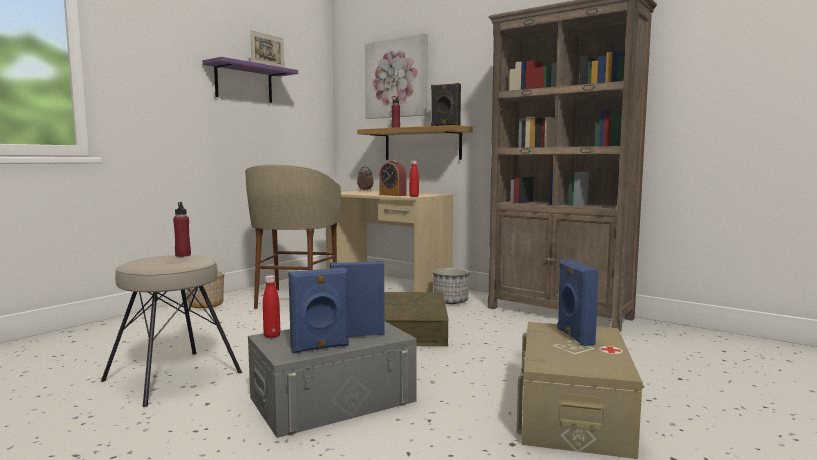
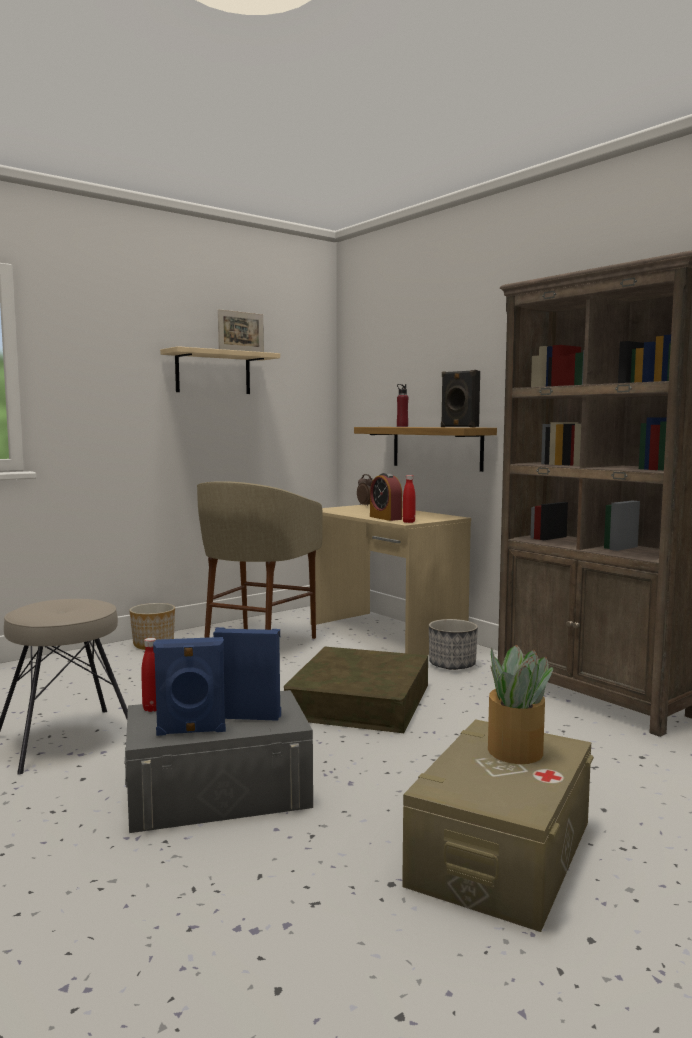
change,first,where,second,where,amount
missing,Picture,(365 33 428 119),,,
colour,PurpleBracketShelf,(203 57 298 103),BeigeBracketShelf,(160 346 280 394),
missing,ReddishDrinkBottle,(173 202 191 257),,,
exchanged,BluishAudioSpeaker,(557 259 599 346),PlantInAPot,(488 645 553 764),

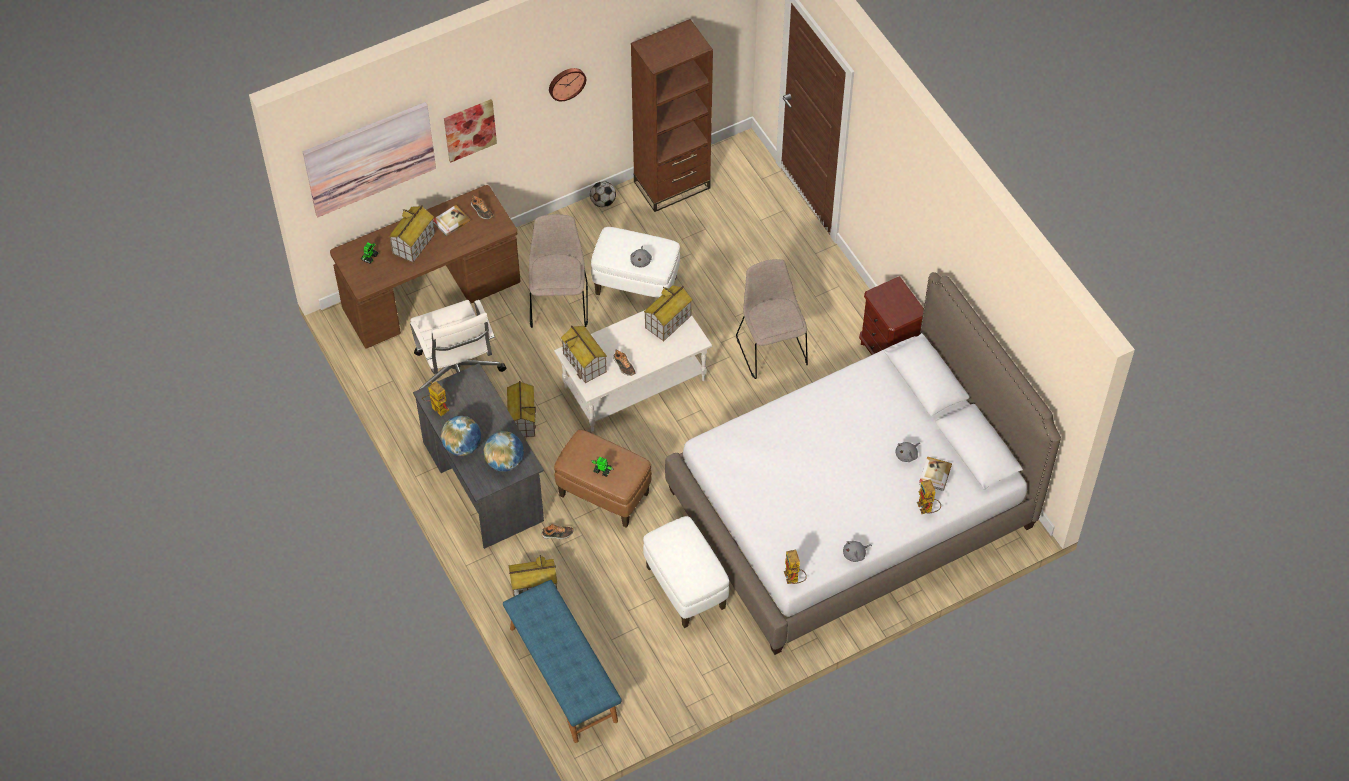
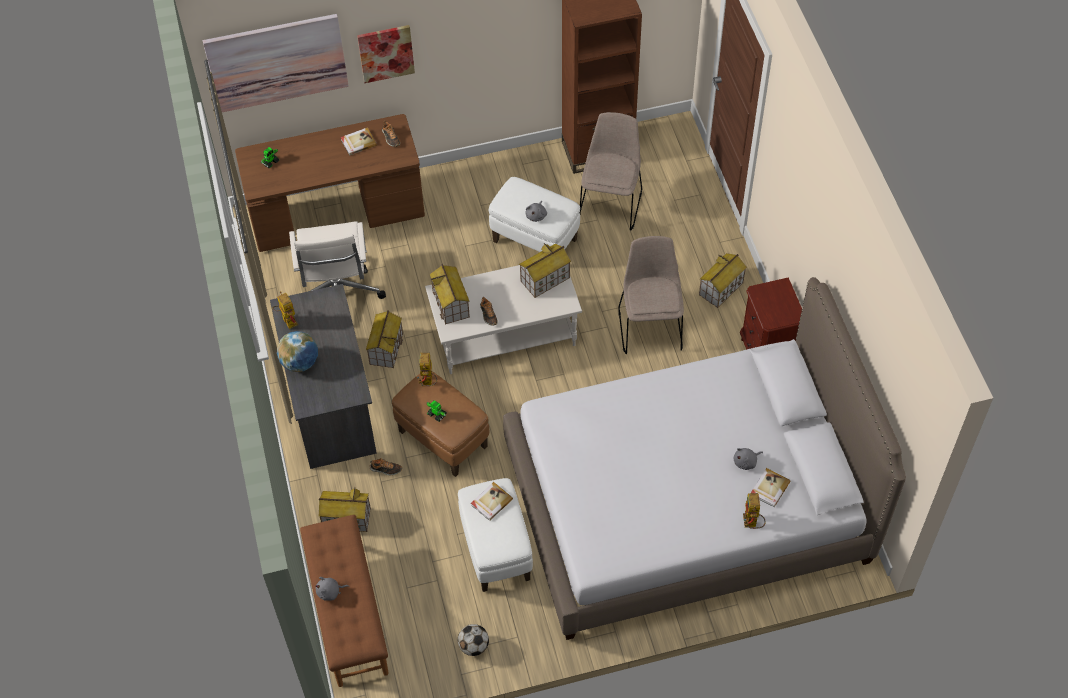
change,first,where,second,where,amount
missing,HangingClock,(549 68 586 101),,,
relocated,Football,(590 181 616 207),,(458 624 489 656),
relocated,ModelHouse,(389 205 435 263),,(699 253 747 308),
relocated,BeigePlainChair,(529 214 588 328),,(580 112 642 231),
missing,Globe,(483 431 524 472),,,
relocated,GreyishPlushToy,(843 541 872 562),,(315 577 350 601),
relocated,ModelRobot,(784 550 807 584),,(417 353 437 386),
colour,BluishBench,(503 580 622 743),BrownColouredBench,(300 515 389 687),
appeared,,,Book,(471 482 513 521),

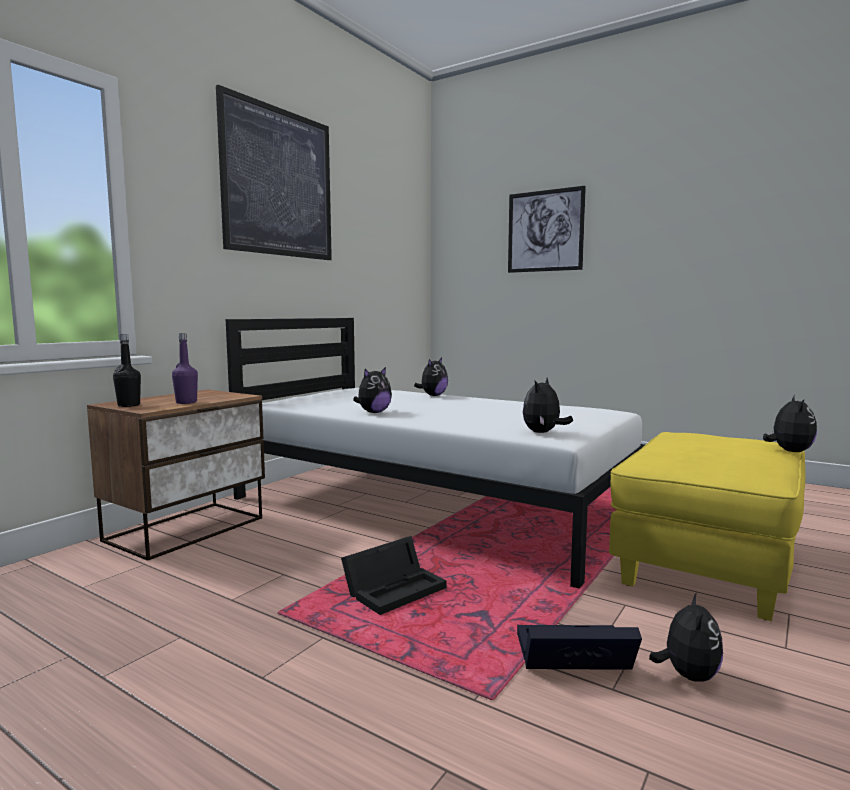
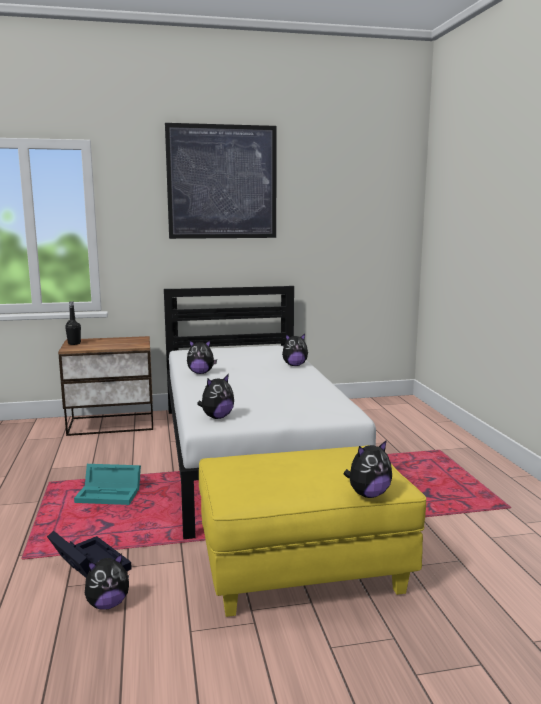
change,first,where,second,where,amount
missing,Picture,(508 186 586 273),,,
missing,PurpleDrinkBottle,(172 333 198 404),,,
spun,PlushToy,(523 378 573 433),,(197 374 234 419),150 degrees clockwise
colour,BlackishStorageBox,(341 536 447 615),BlueGreenStorageBox,(74 464 141 505),

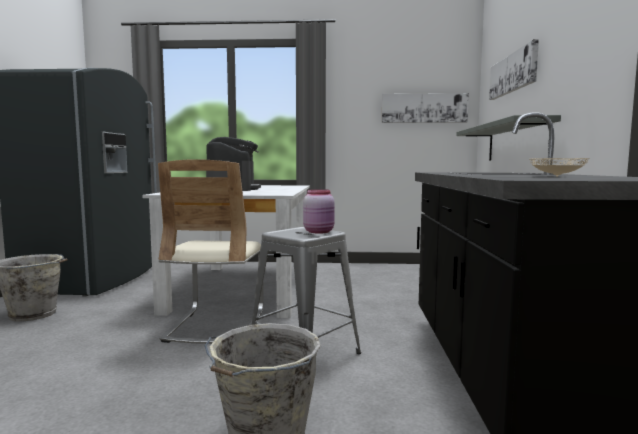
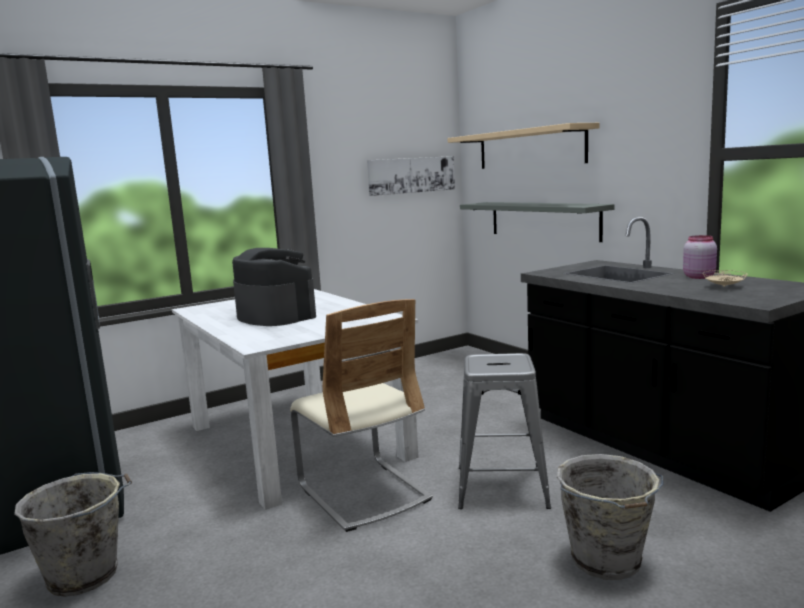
change,first,where,second,where,amount
exchanged,Picture,(489 39 539 100),BeigeBracketShelf,(448 123 600 169),
relocated,PinkishJar,(303 189 335 234),,(683 235 717 279),

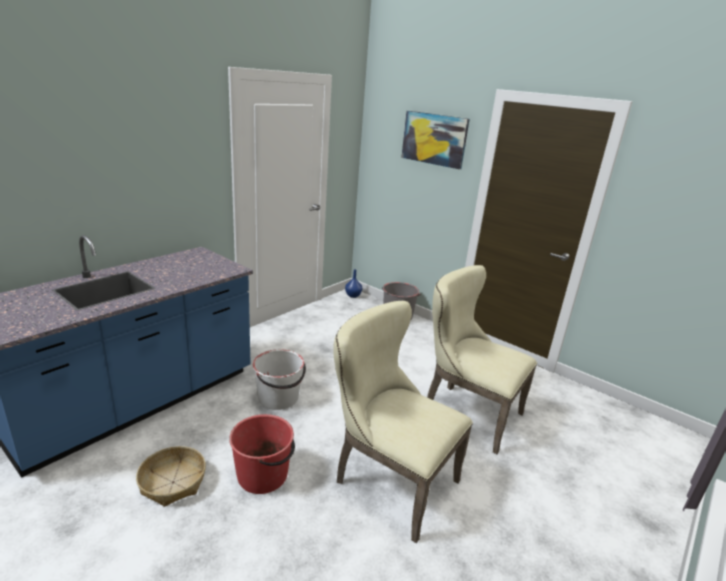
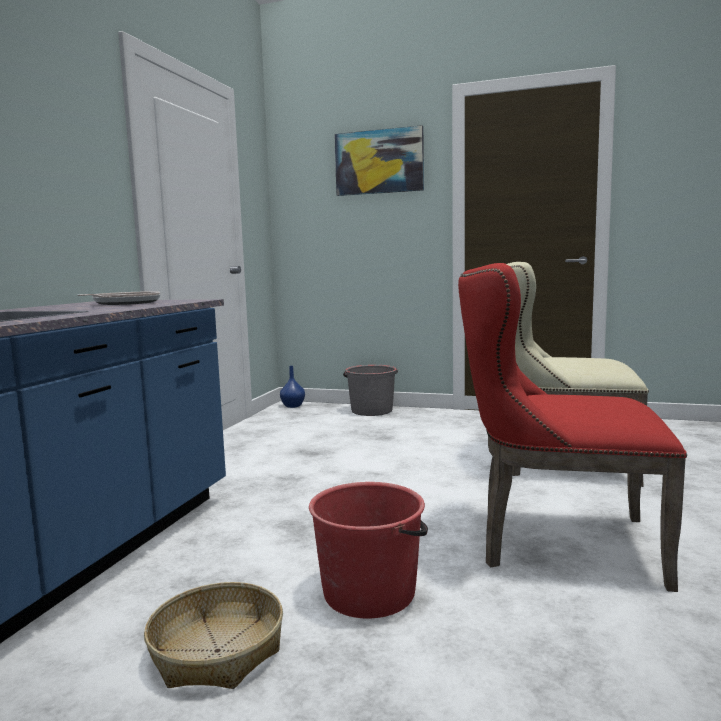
change,first,where,second,where,amount
colour,BeigePlainChair,(333 301 473 543),ReddishPlainChair,(458 263 687 592),
missing,WhitePail,(252 349 306 410),,,
appeared,,,Skillet,(77 291 161 305),

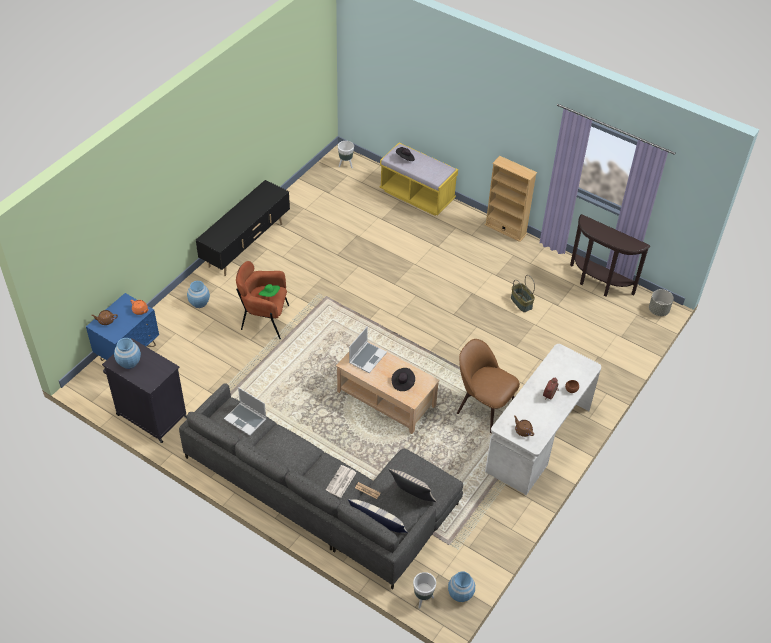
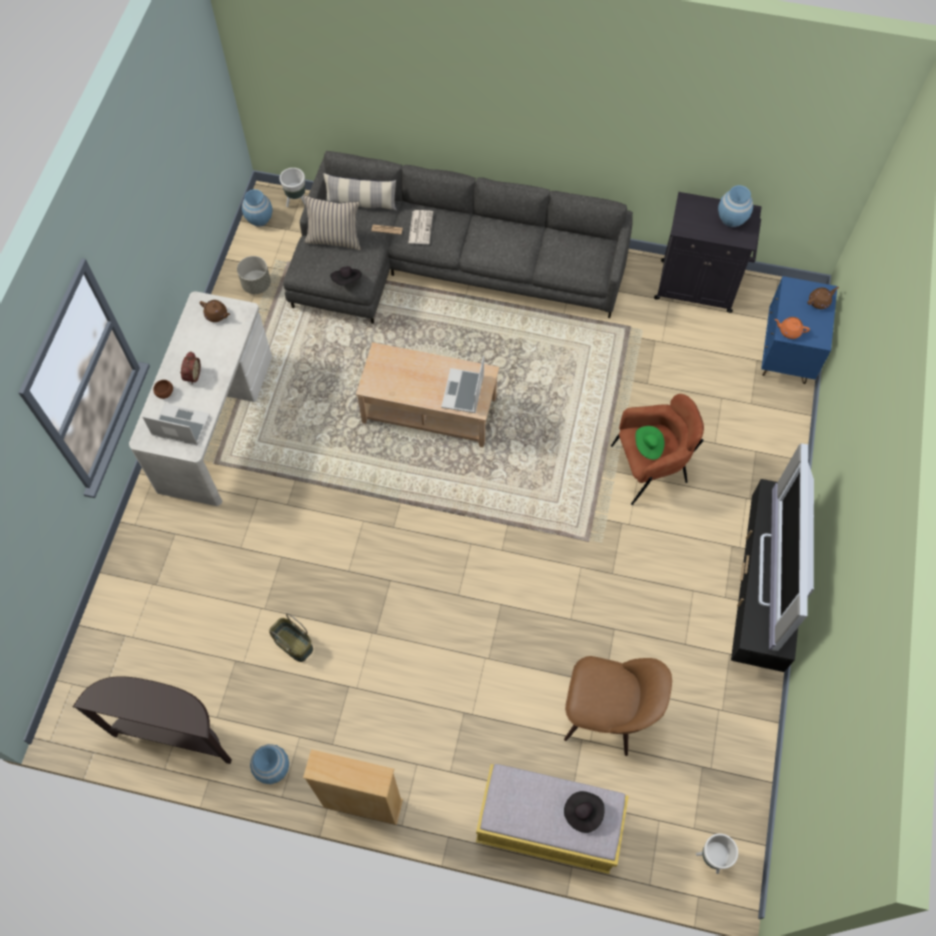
change,first,where,second,where,amount
relocated,BluishDecorativeVase,(187 281 210 308),,(250 744 289 784),
relocated,GreyishFlowerPot,(649 289 674 316),,(237 256 271 294),
relocated,BrownColouredPlainChair,(457 339 520 433),,(564 656 672 756),
relocated,BlackishWearableHat,(392 368 415 391),,(330 266 362 286),
relocated,NotebookComputer,(224 387 266 436),,(142 403 210 446),
appeared,,,Television,(759 444 814 651),

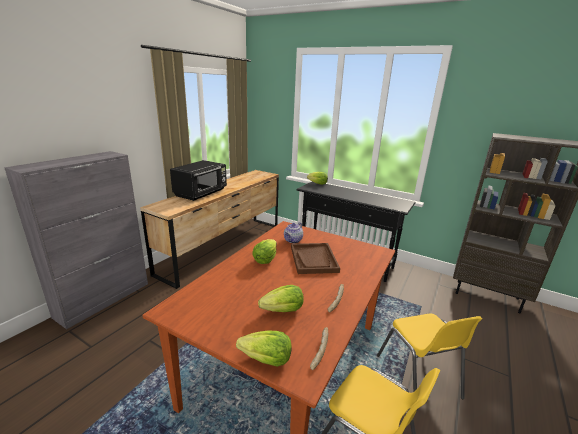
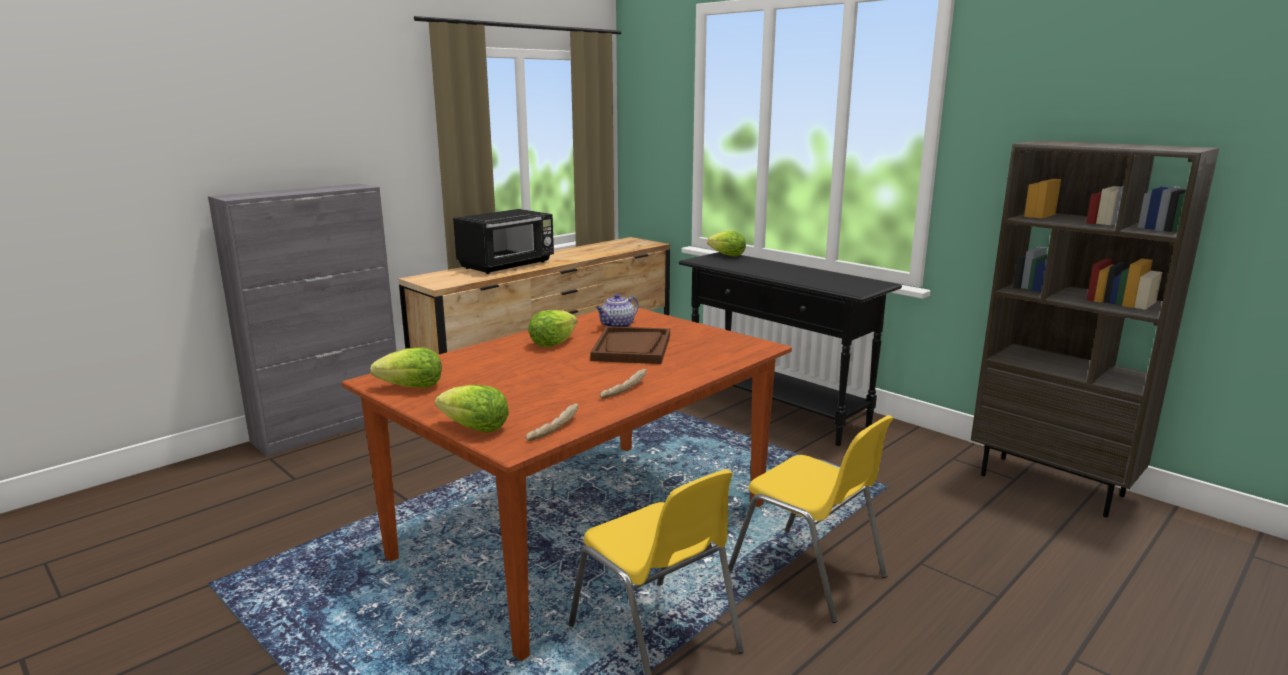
change,first,where,second,where,amount
relocated,HeadOfLettuce,(258 285 304 312),,(370 347 442 388),
spun,YellowishPlainChair,(377 314 482 411),,(728 415 893 623),45 degrees counterclockwise

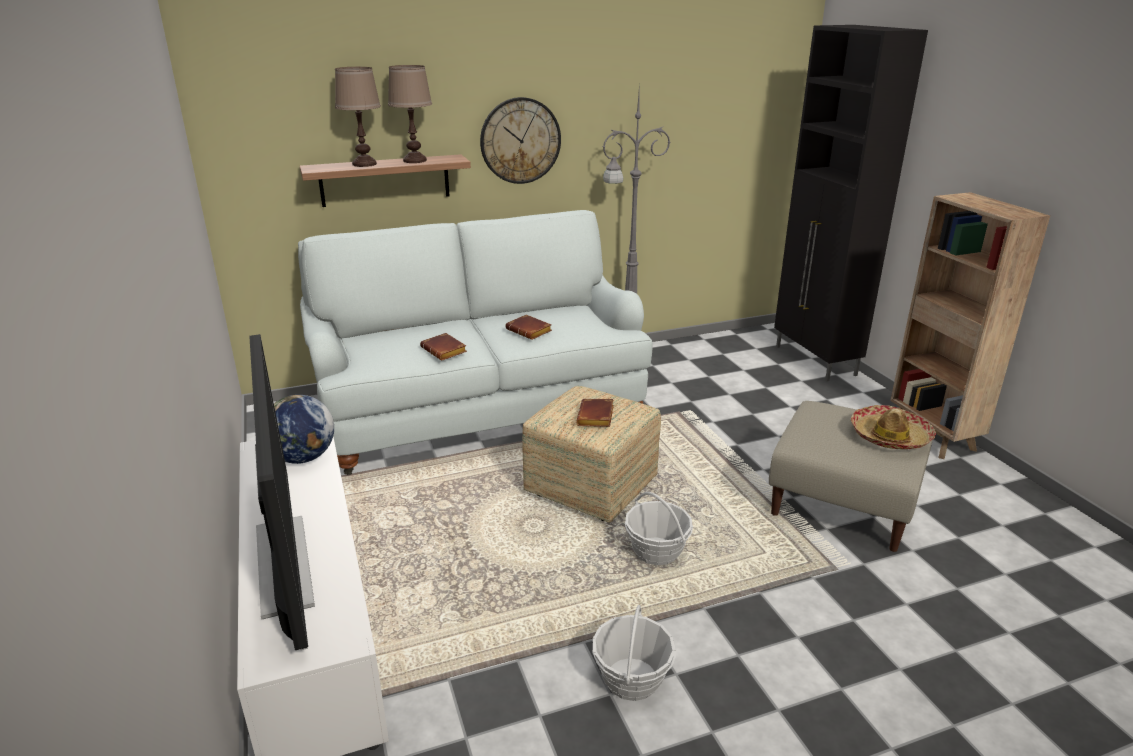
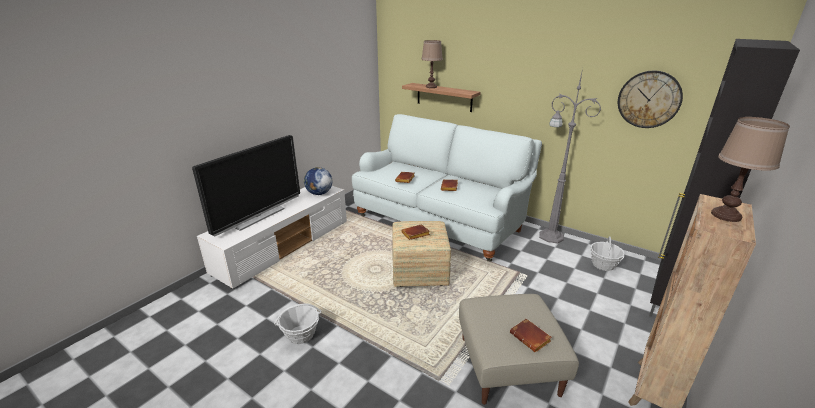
change,first,where,second,where,amount
relocated,BrownColouredTableLamp,(388 65 432 163),,(711 117 790 222),
relocated,HangingClock,(480 97 561 184),,(618 71 683 128),
exchanged,WearableHat,(851 405 936 449),BrownColouredBook,(510 318 552 352),
relocated,Basket,(625 492 693 565),,(590 236 625 271),

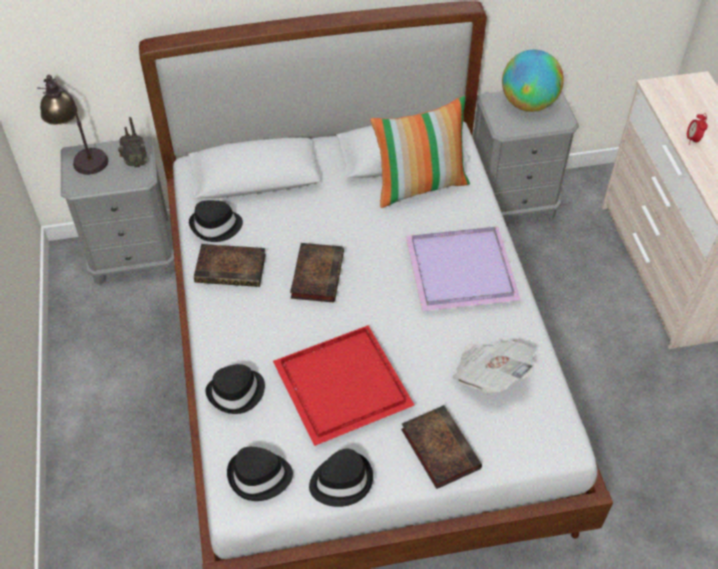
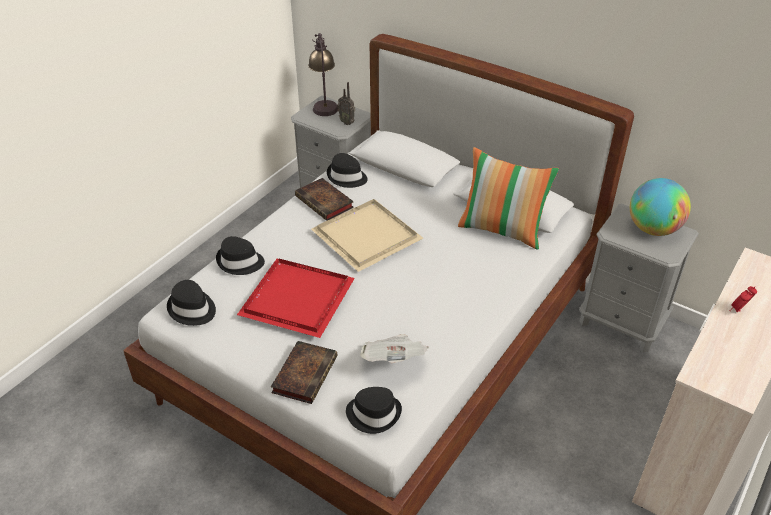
change,first,where,second,where,amount
missing,PurpleCarryingTray,(406 226 521 311),,,
exchanged,Book,(290 243 344 303),BeigeCarryingTray,(311 199 423 272),
relocated,BlackishWearableHat,(309 449 373 507),,(346 387 402 434),

